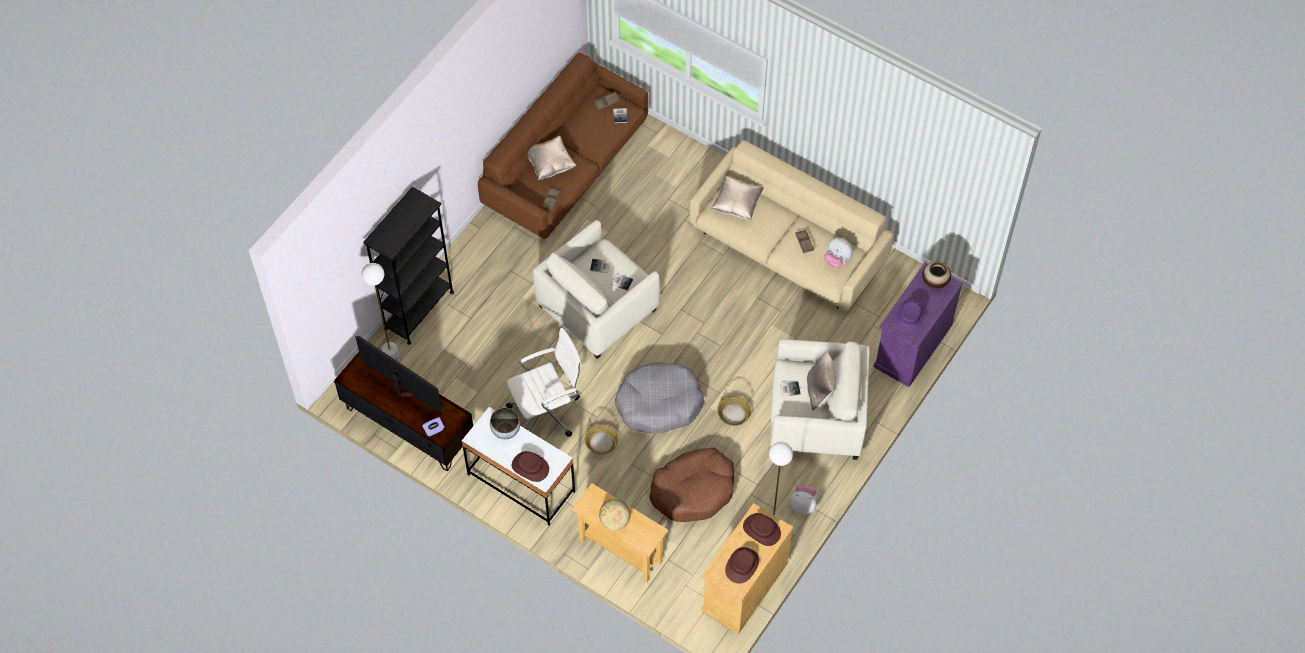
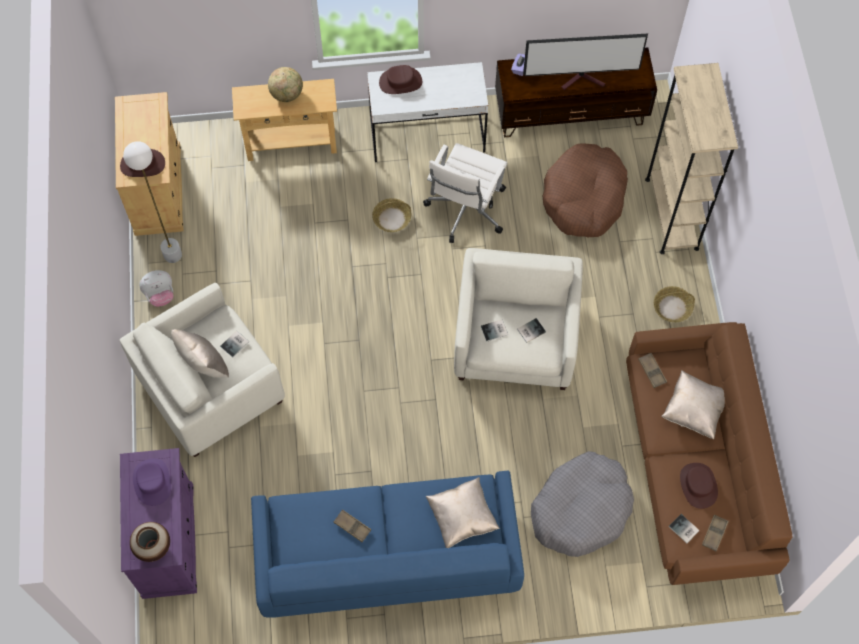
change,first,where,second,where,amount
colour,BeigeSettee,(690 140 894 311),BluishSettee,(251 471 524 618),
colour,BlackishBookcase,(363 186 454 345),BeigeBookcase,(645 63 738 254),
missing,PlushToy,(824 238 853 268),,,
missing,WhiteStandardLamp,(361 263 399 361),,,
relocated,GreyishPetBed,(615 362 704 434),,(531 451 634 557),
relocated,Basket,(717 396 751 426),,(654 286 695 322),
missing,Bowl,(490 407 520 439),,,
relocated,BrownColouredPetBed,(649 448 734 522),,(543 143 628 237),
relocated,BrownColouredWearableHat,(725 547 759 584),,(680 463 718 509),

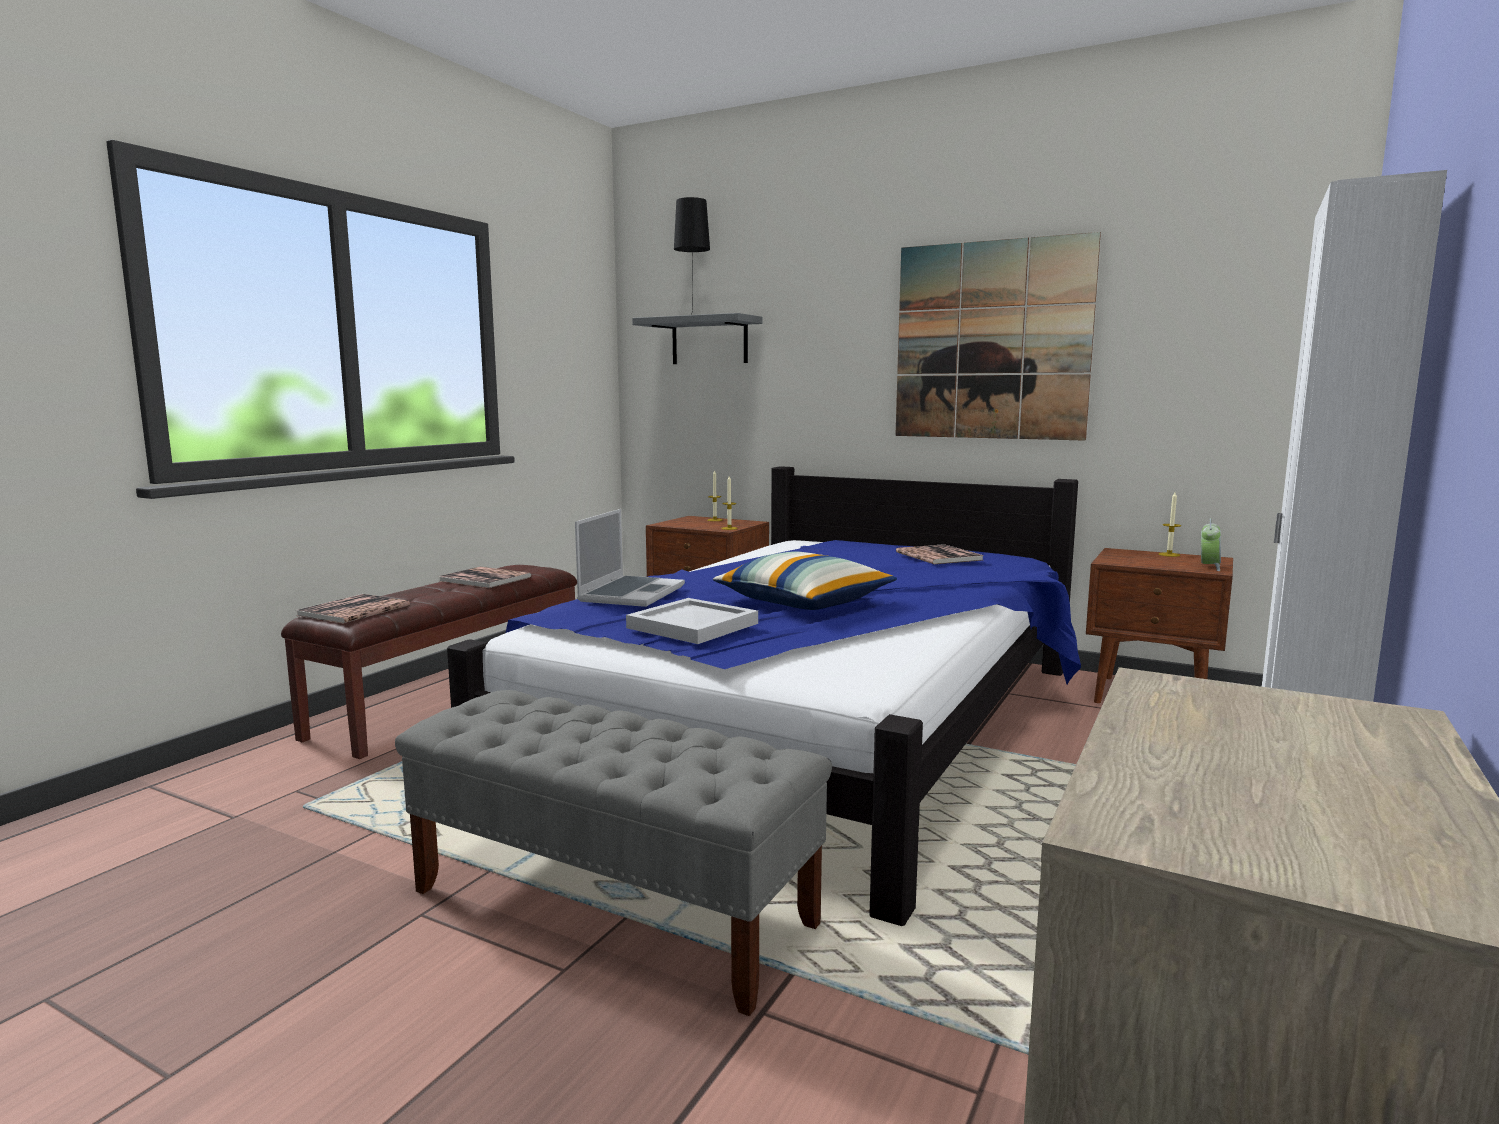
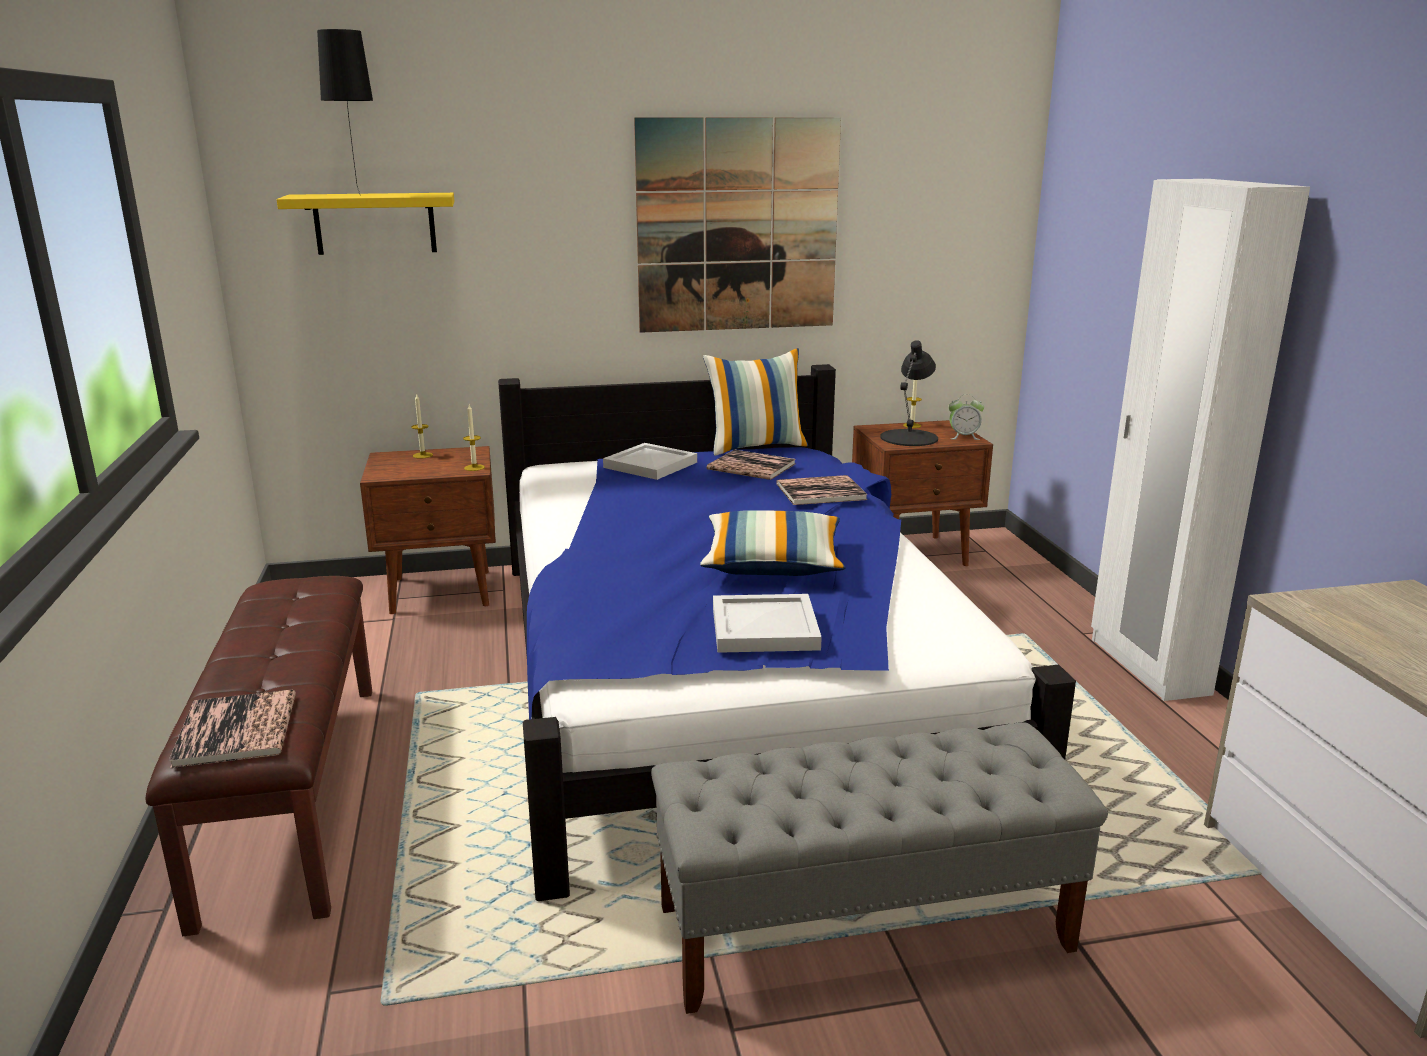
change,first,where,second,where,amount
colour,GreyishBracketShelf,(632 313 762 364),YellowishBracketShelf,(277 193 454 255),
missing,NotebookComputer,(575 509 685 607),,,
spun,TableClock,(1201 518 1221 571),,(948 394 984 440),105 degrees clockwise
relocated,Book,(438 567 531 588),,(776 475 868 505),
appeared,,,BlackishTableLamp,(880 340 938 446),
appeared,,,Pillow,(703 348 808 456),
appeared,,,WhiteCarryingTray,(603 443 697 480),

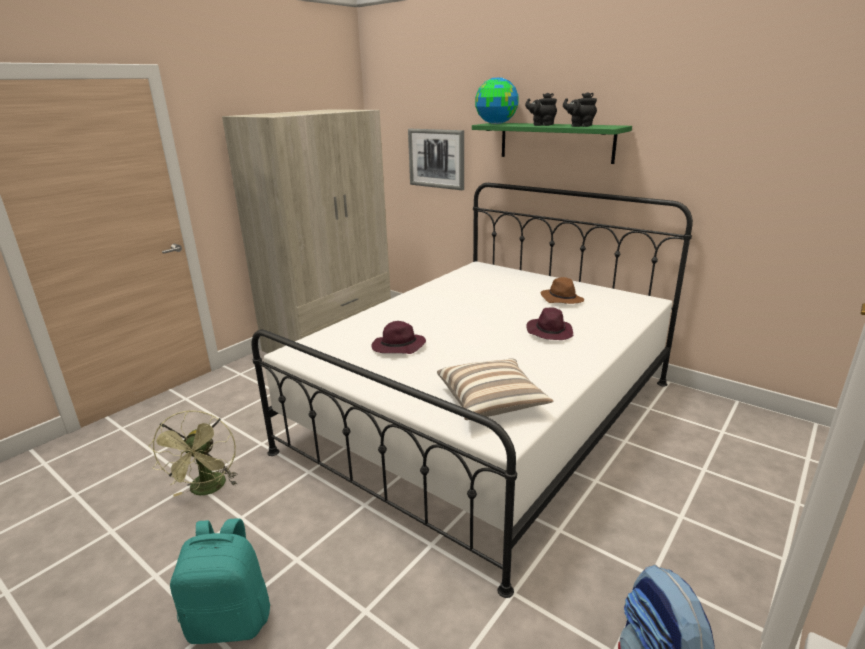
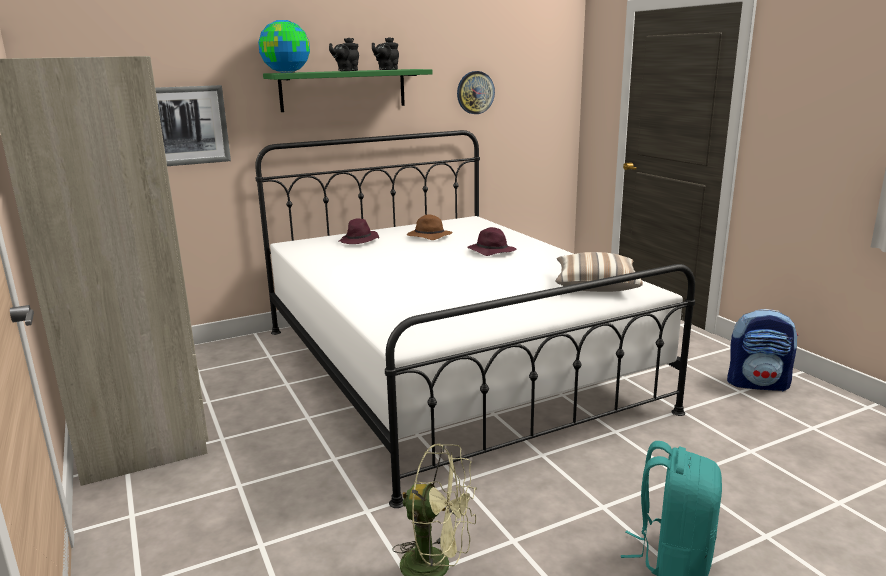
change,first,where,second,where,amount
relocated,PurpleWearableHat,(371 321 426 354),,(339 219 379 244),
appeared,,,HangingClock,(457 71 495 114),

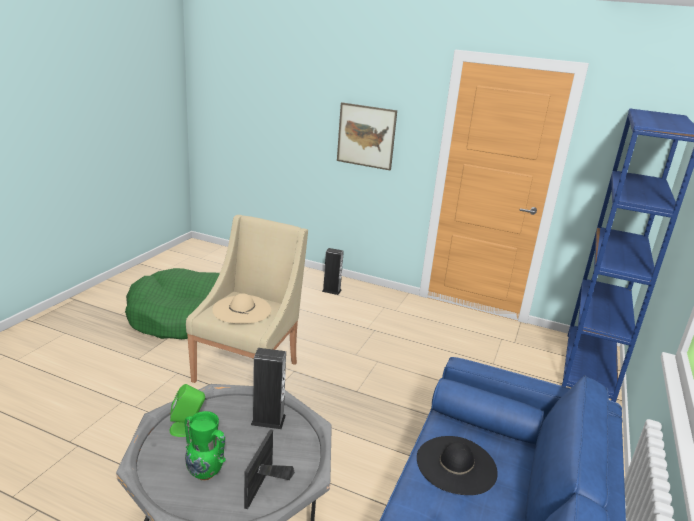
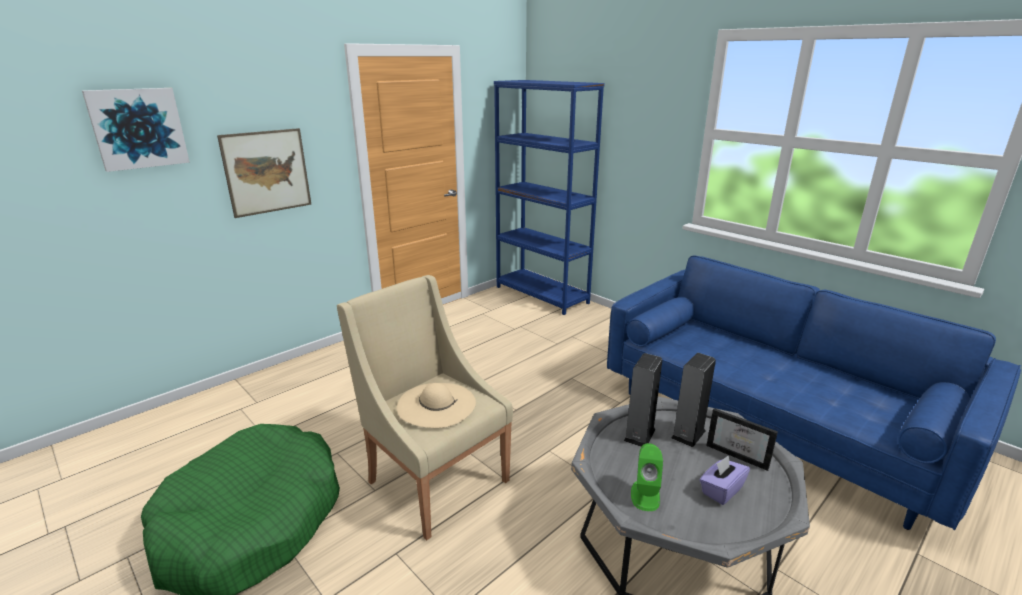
change,first,where,second,where,amount
relocated,AudioSpeaker,(322 248 344 295),,(671 353 716 447),
exchanged,GreenishDecorativeVase,(185 411 226 481),PurpleTissueBox,(700 455 750 505),
missing,BlackishWearableHat,(417 436 498 495),,,
appeared,,,Picture,(82 88 190 172),

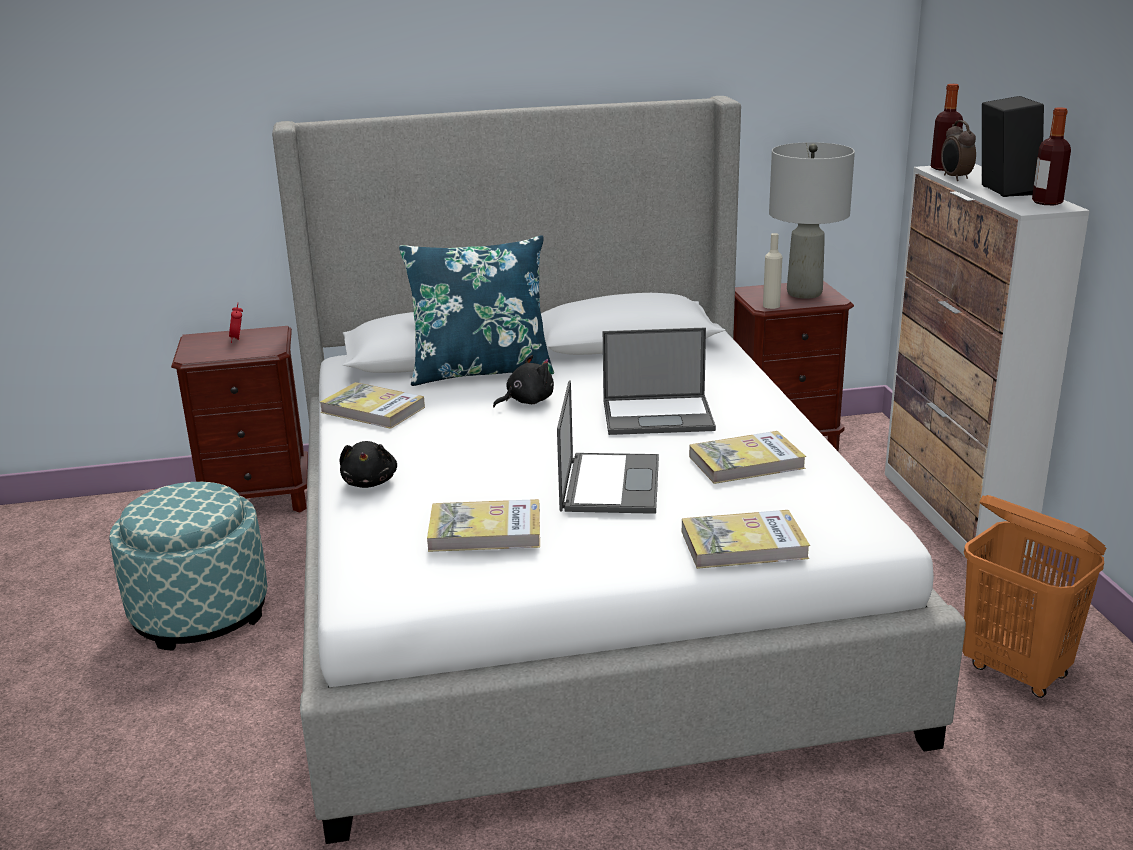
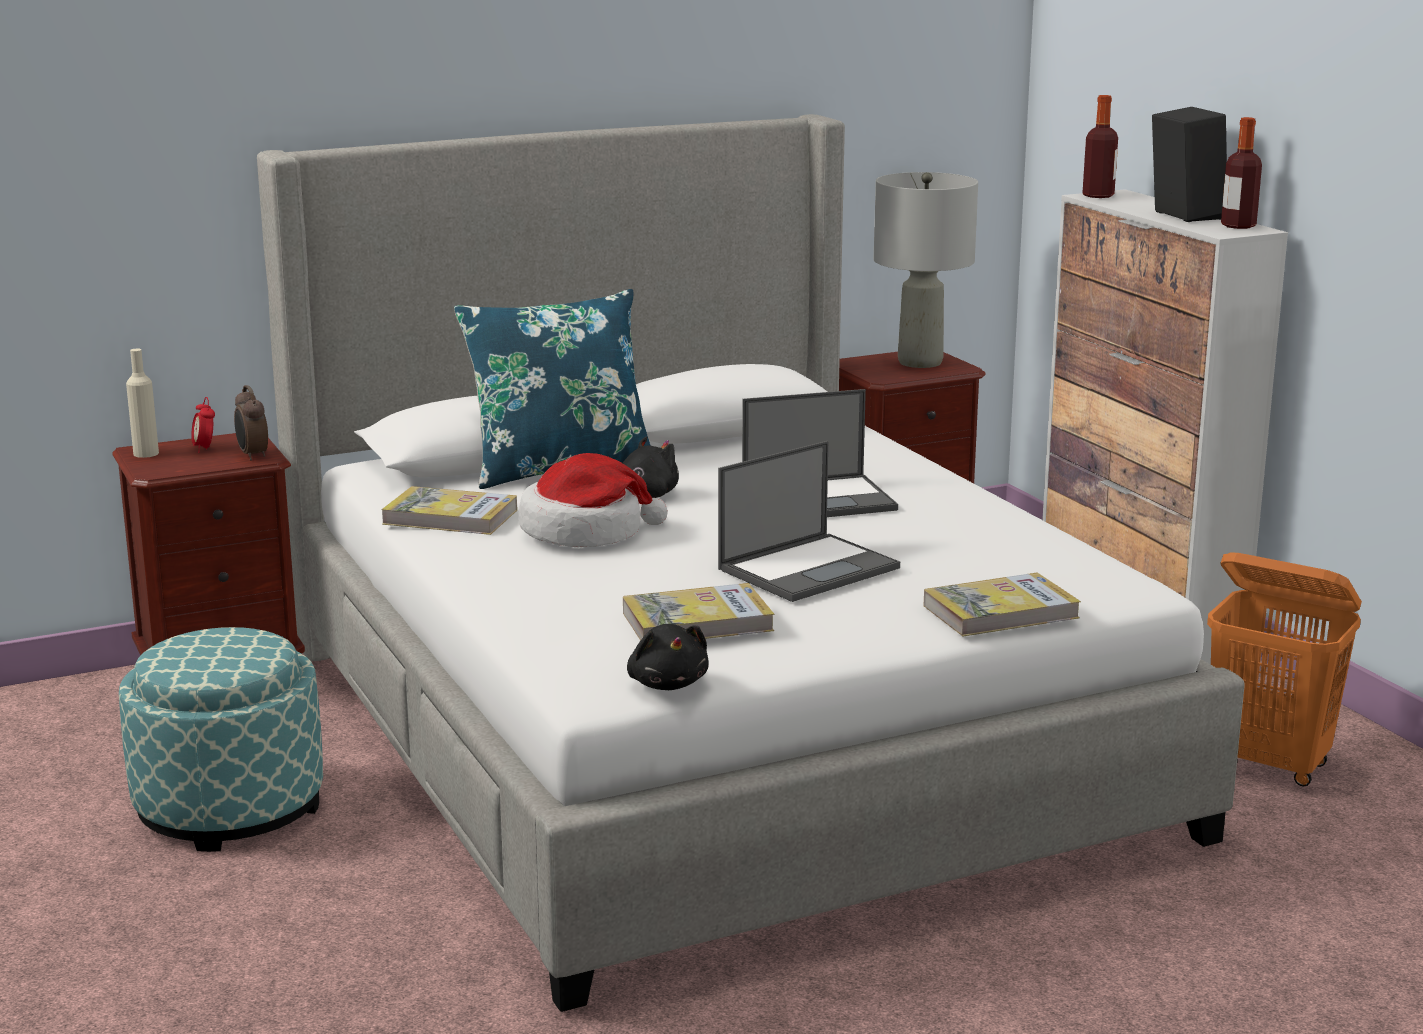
change,first,where,second,where,amount
relocated,TableClock,(941 120 976 181),,(234 385 268 461),
relocated,BeigeDrinkBottle,(763 233 782 309),,(126 349 159 458),
spun,NotebookComputer,(557 381 659 514),,(718 441 900 602),60 degrees clockwise
missing,Book,(689 431 806 484),,,
relocated,BlackishPlushToy,(340 441 397 488),,(627 624 709 690),
appeared,,,WearableHat,(518 453 668 547),

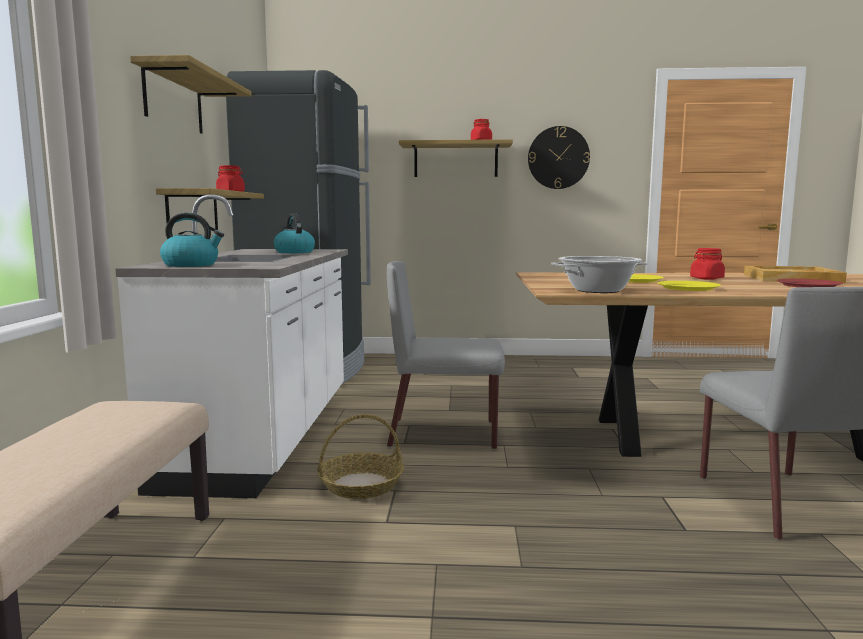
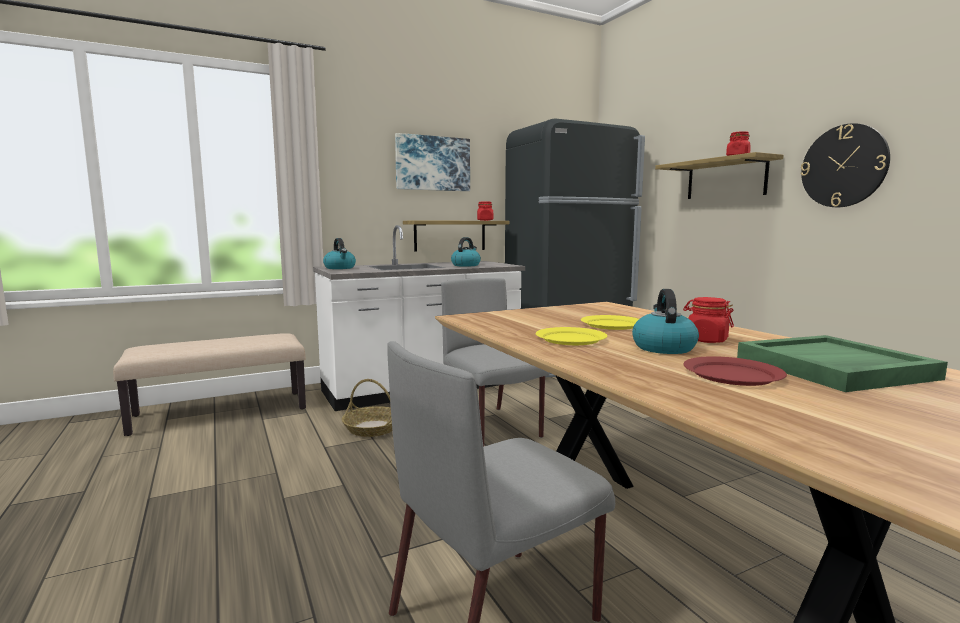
change,first,where,second,where,amount
exchanged,BracketShelf,(130 55 251 134),Picture,(395 133 470 191),
missing,Saucepot,(551 256 648 293),,,
colour,BeigeCarryingTray,(744 265 847 283),GreenishCarryingTray,(737 335 948 392),
appeared,,,TeaKettle,(632 289 699 354),

